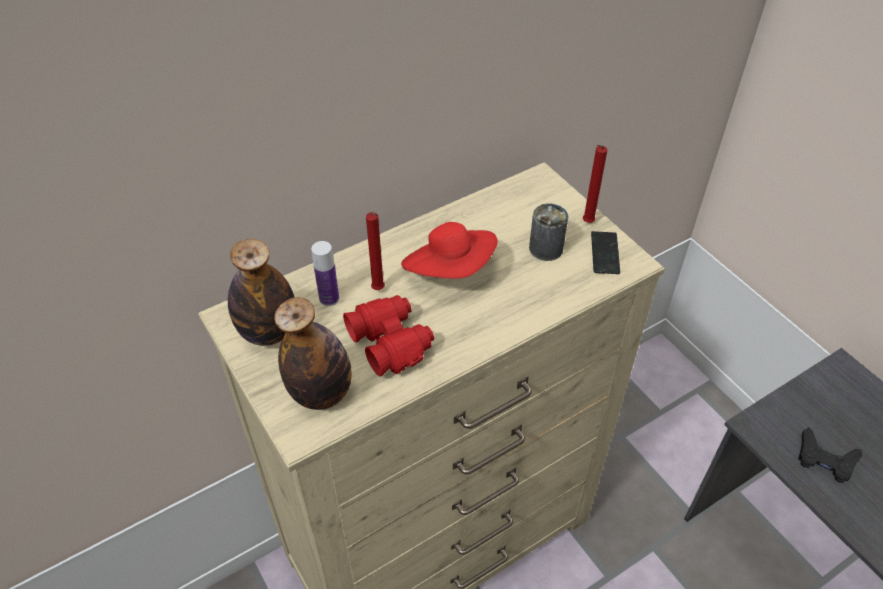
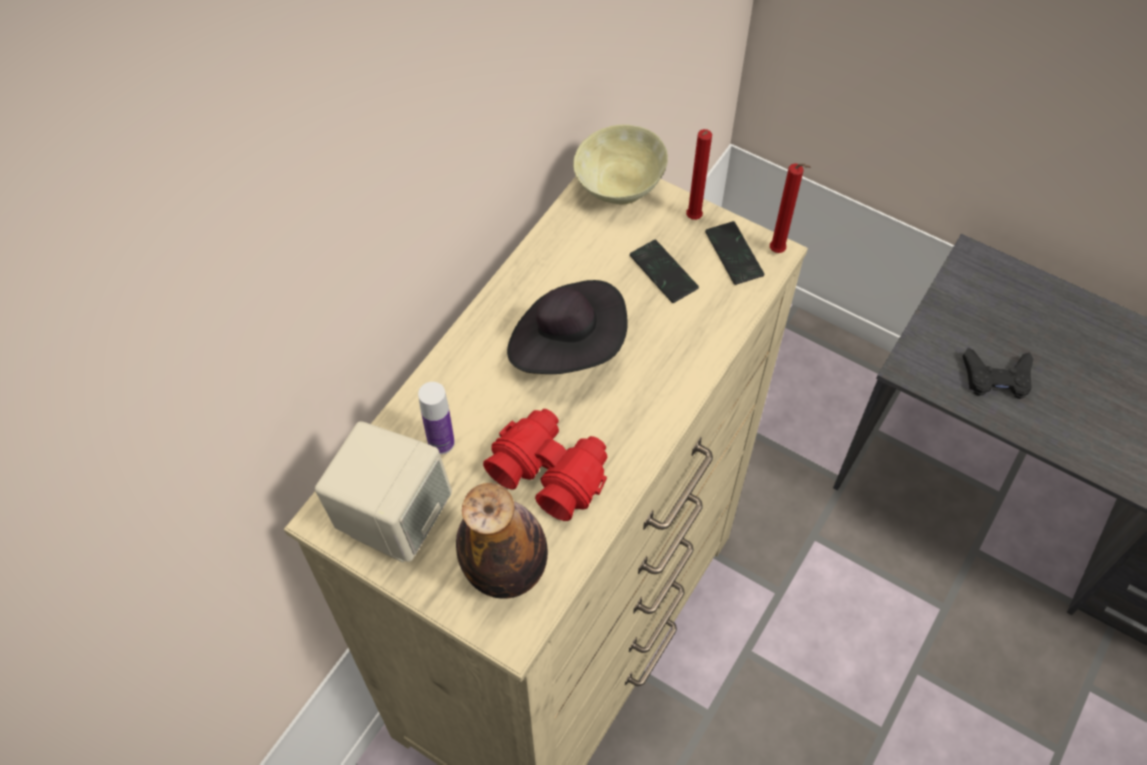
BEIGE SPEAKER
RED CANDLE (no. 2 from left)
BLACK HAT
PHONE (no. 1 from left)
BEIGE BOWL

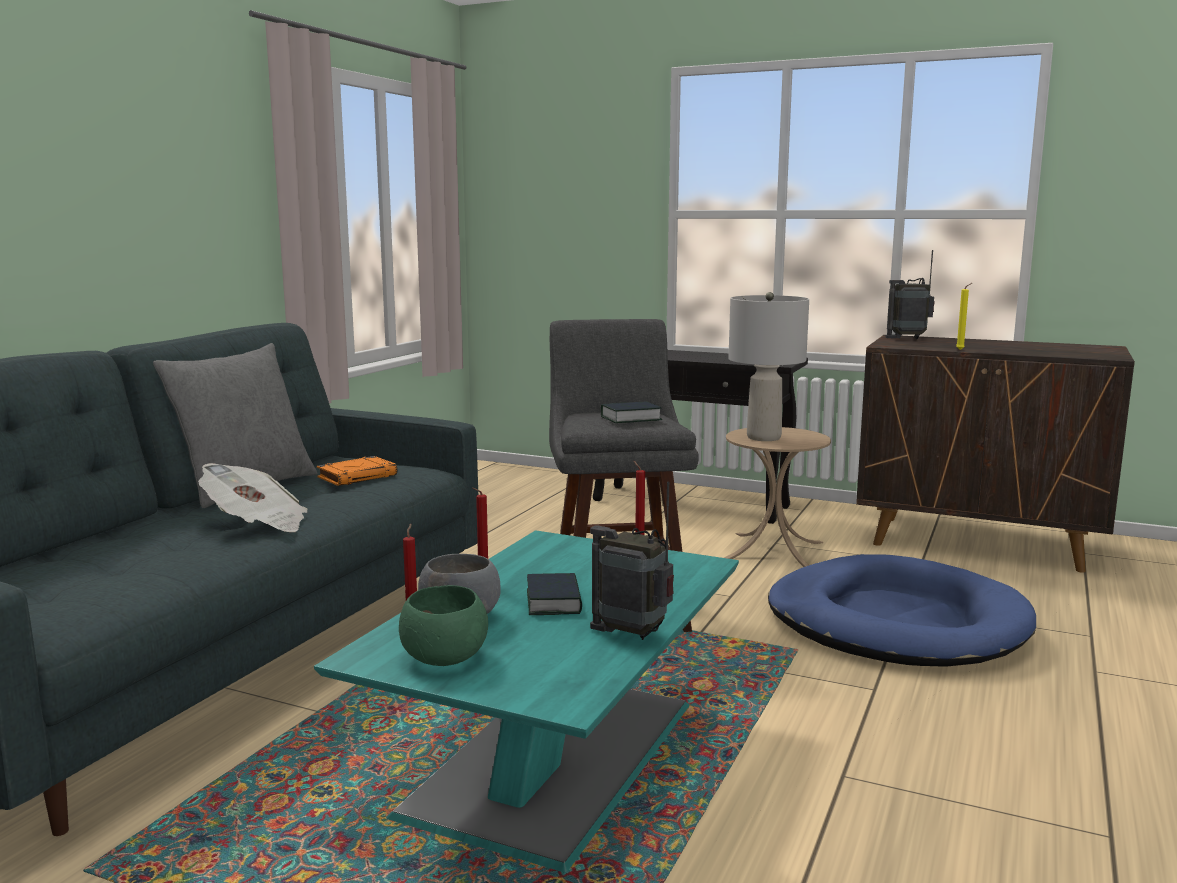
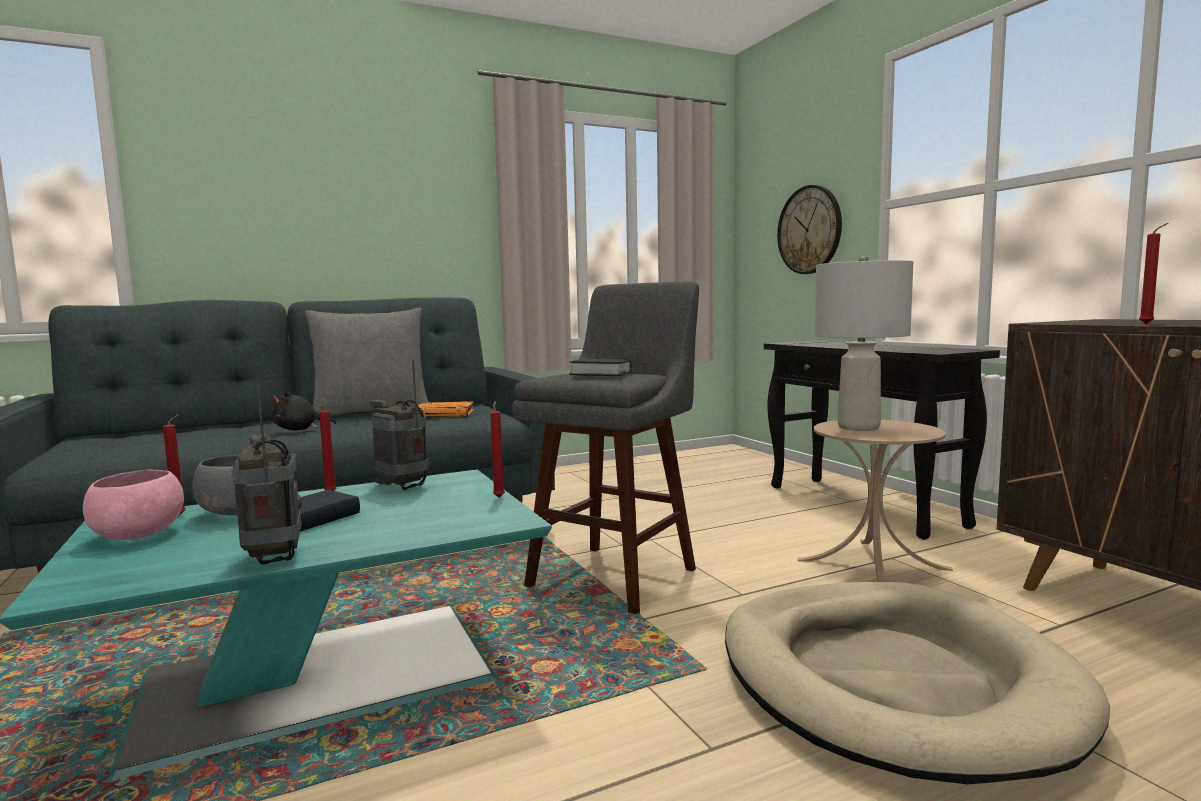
BLACK PLUSH TOY
PINK BOWL
BEIGE DOG BED
RADIO (no. 2 from left)
RED CANDLE (no. 4 from left)
WALL CLOCK

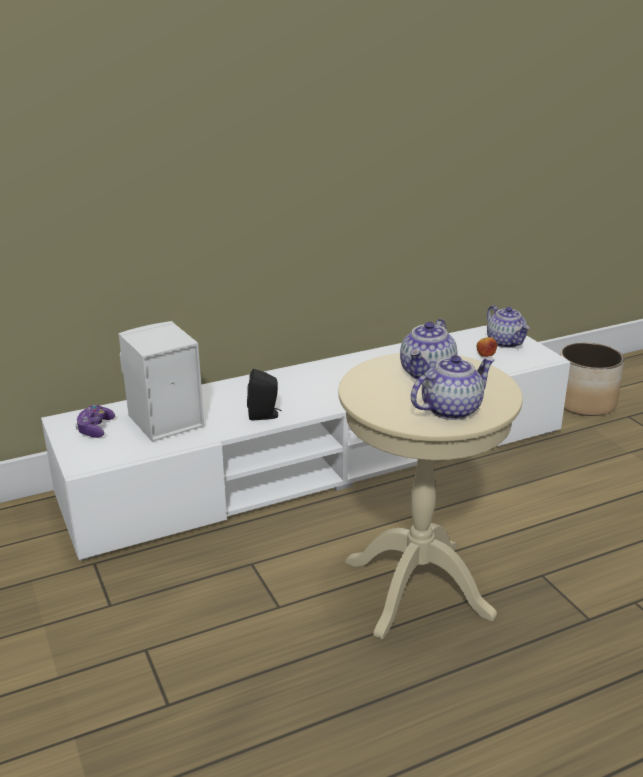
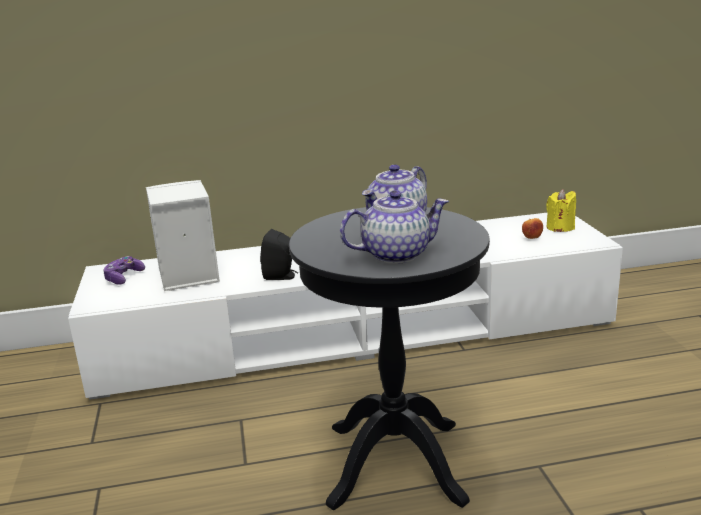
BLACK SIDE TABLE
YELLOW CANDLE
PLANTER

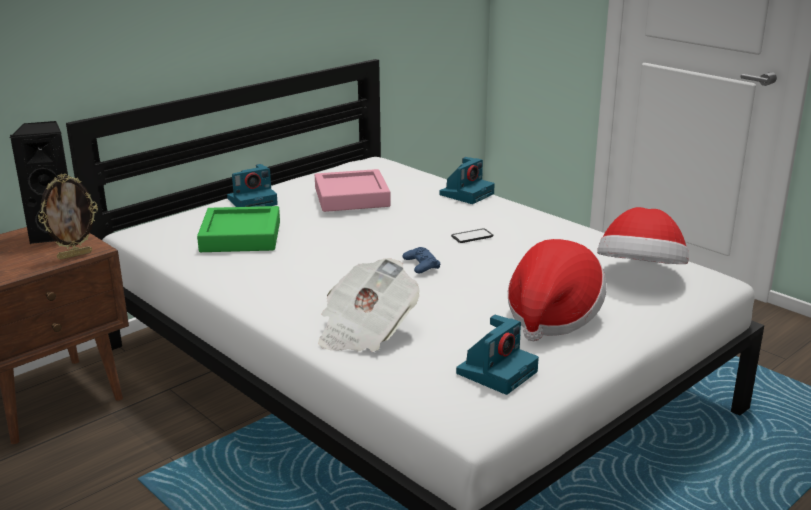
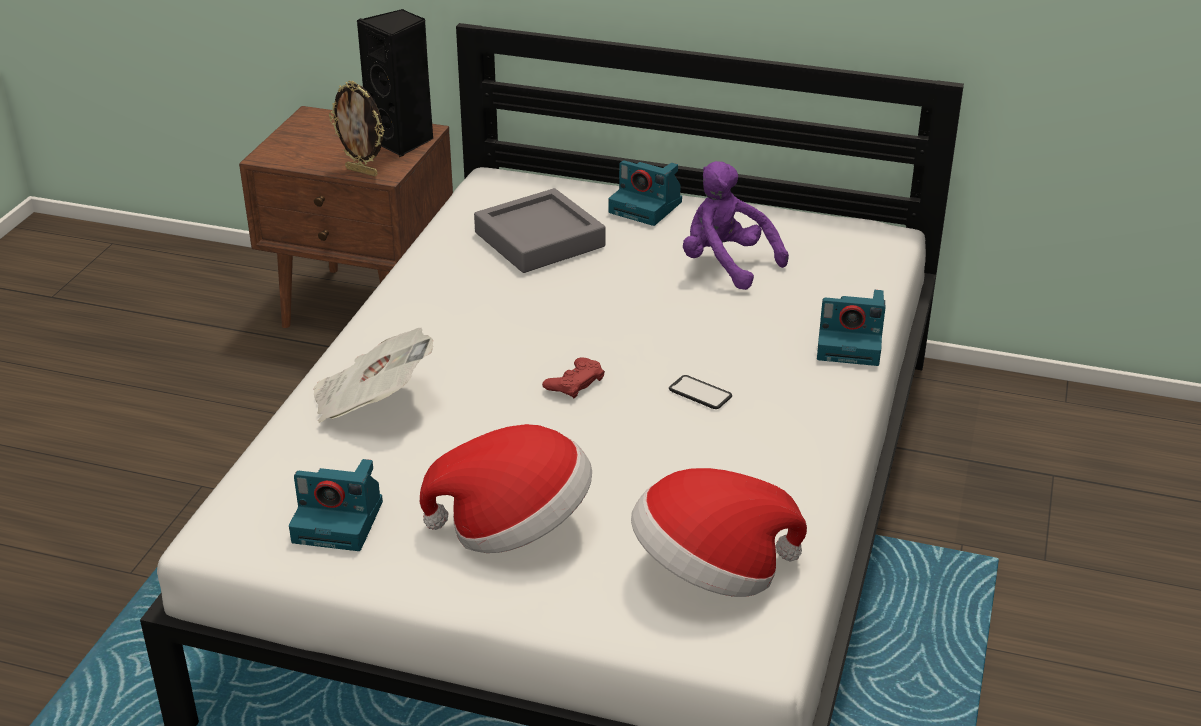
GREY TRAY
PURPLE PLUSH TOY
RED GAME CONTROLLER

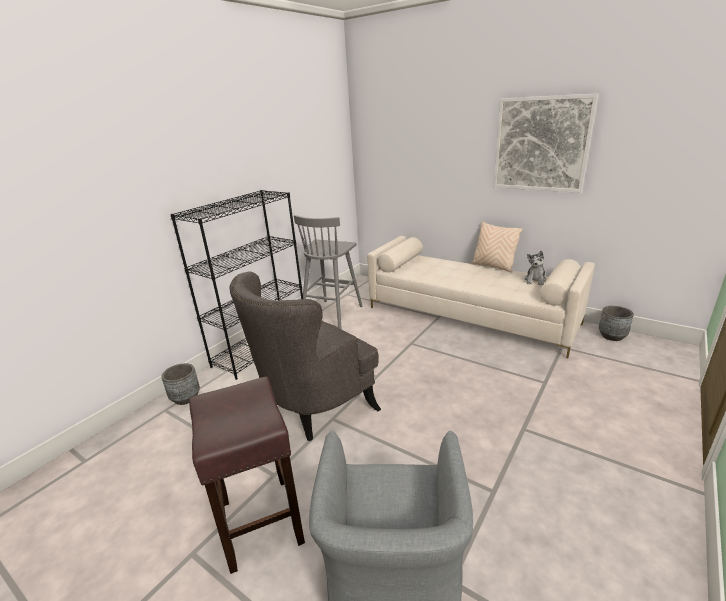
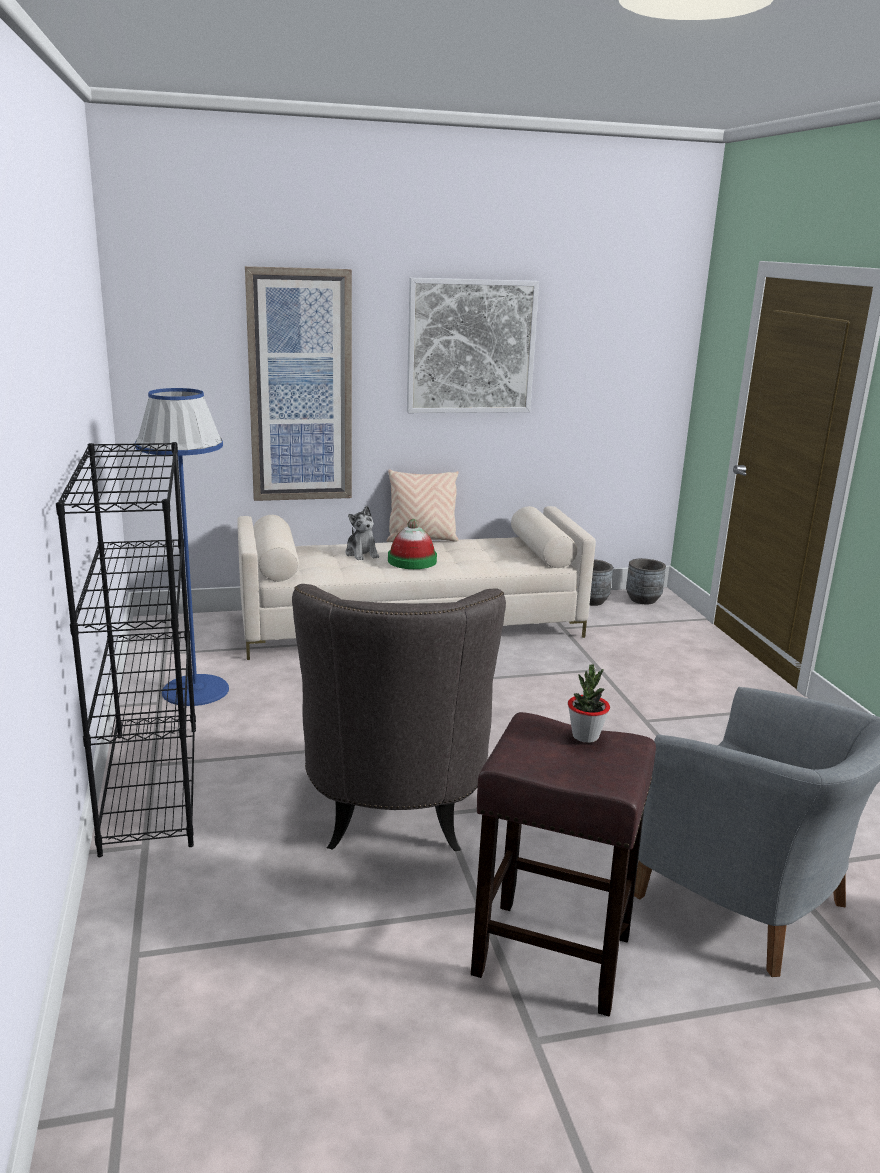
GREY PLANTER (no. 2 from left)
BLUE FLOOR LAMP
PLUSH TOY
PICTURE (no. 1 from left)
HAT
POTTED PLANT

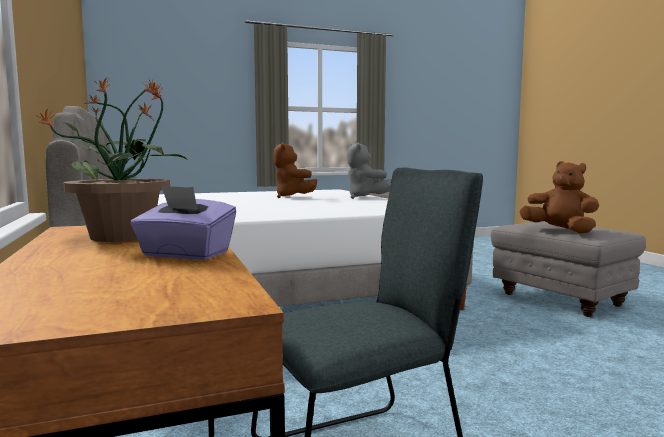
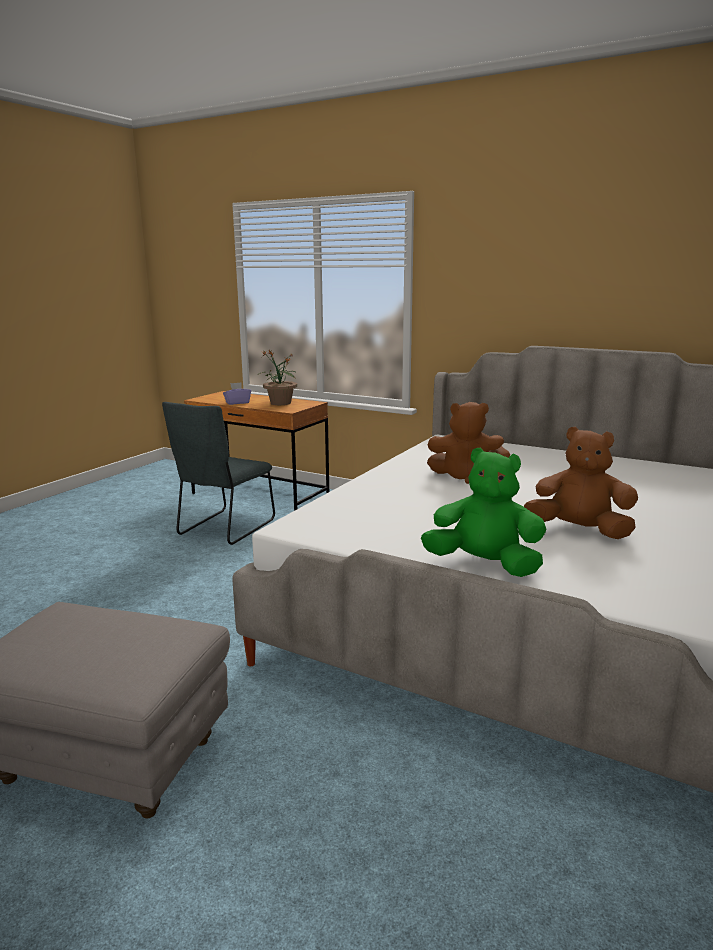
GREEN PLUSH TOY
BROWN PLUSH TOY (no. 1 from left)

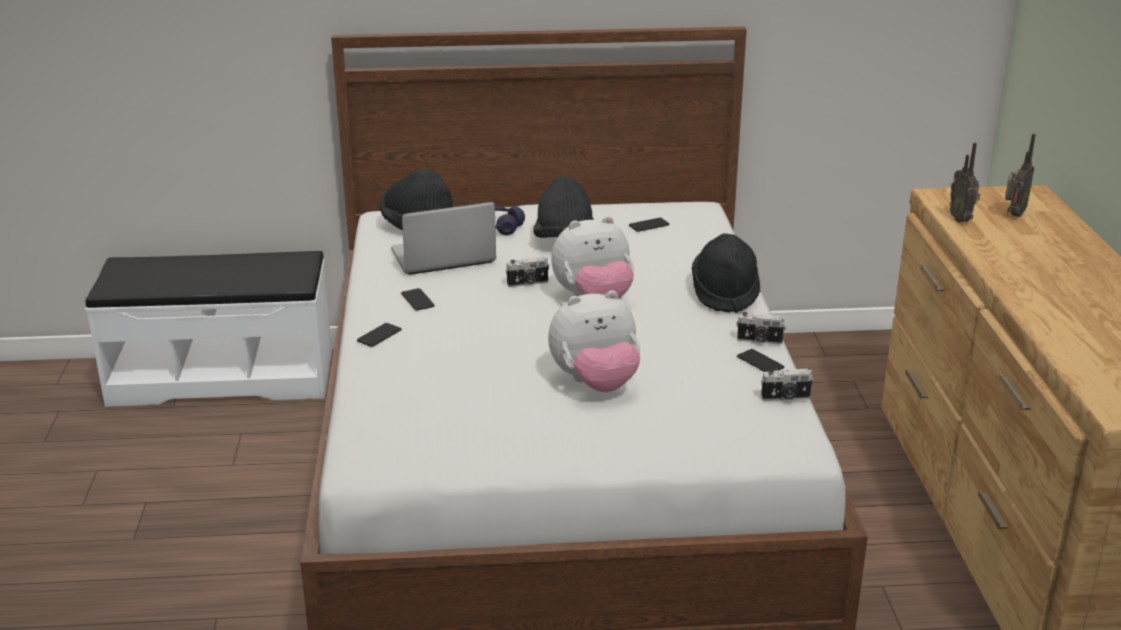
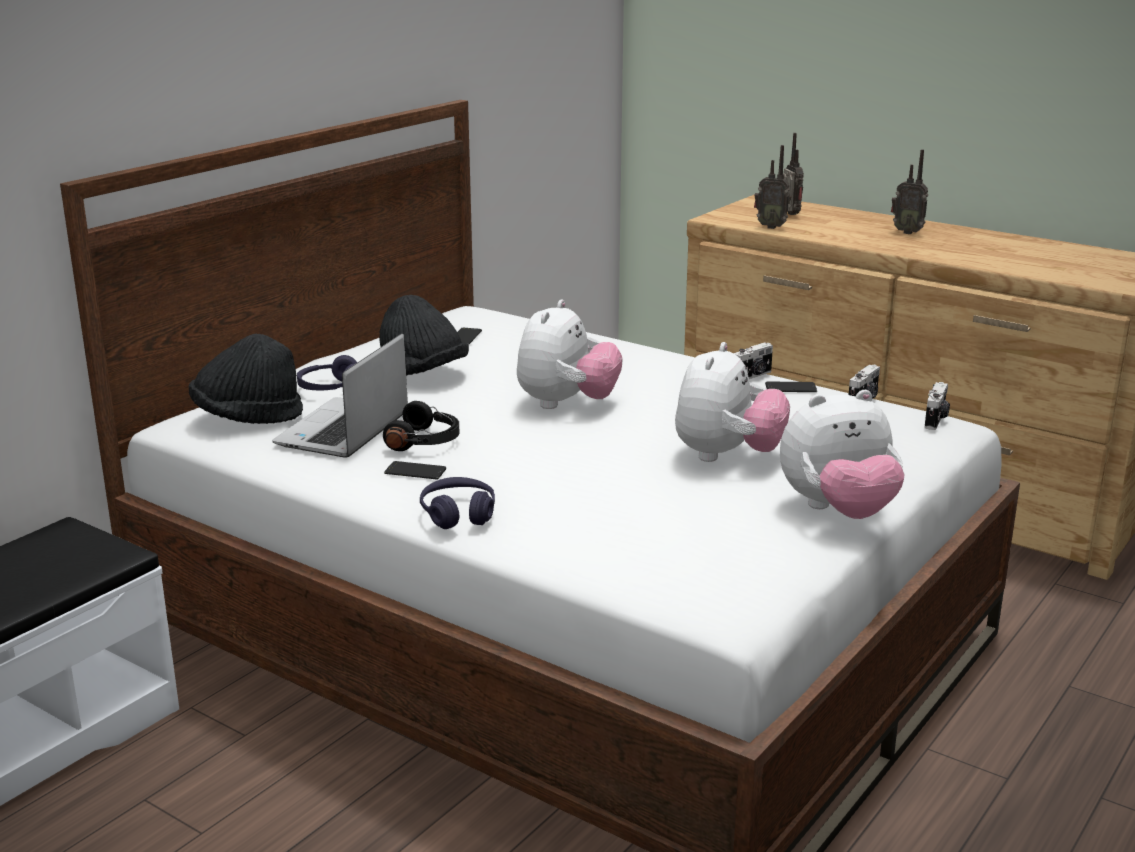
PURPLE HEADPHONES (no. 2 from left)
PHOTO CAMERA (no. 3 from left)
BLACK HAT (no. 3 from left in the first image)
BLACK HEADPHONES
PLUSH TOY (no. 3 from left)
RADIO (no. 3 from left)

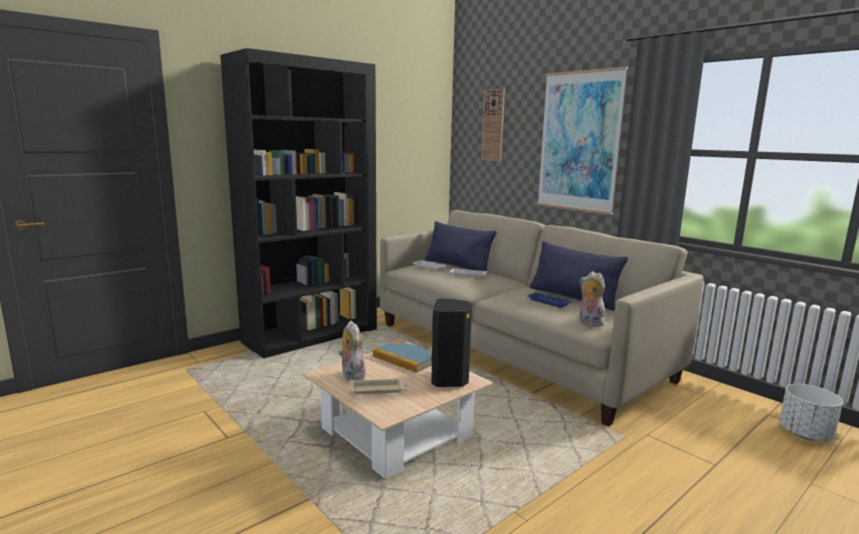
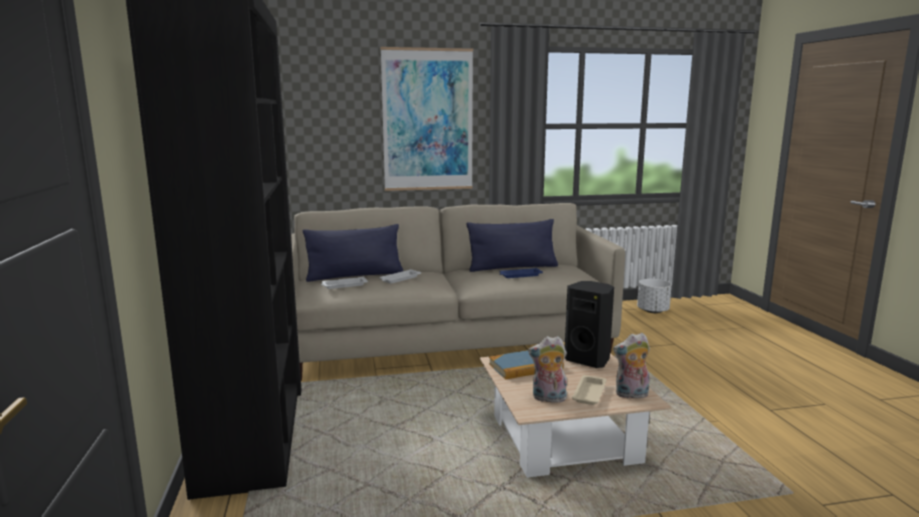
WALL CLOCK
PLUSH TOY (no. 2 from left)

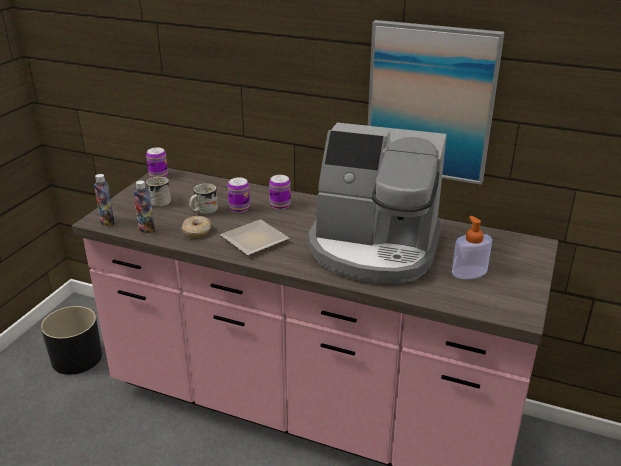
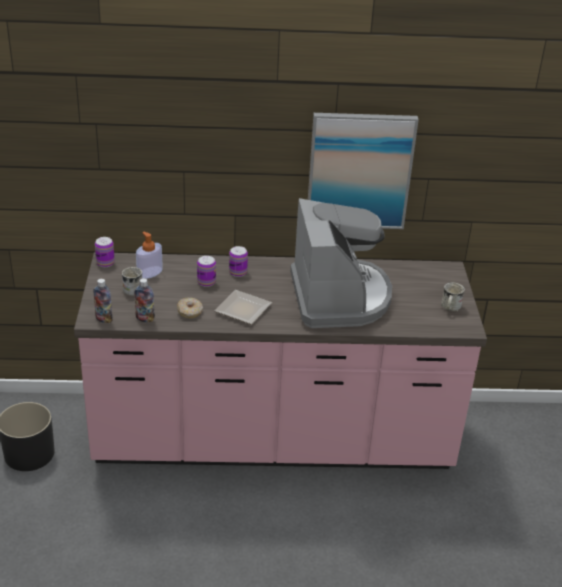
WHITE MUG (no. 2 from left)
COFFEE MACHINE
SOAP DISPENSER

